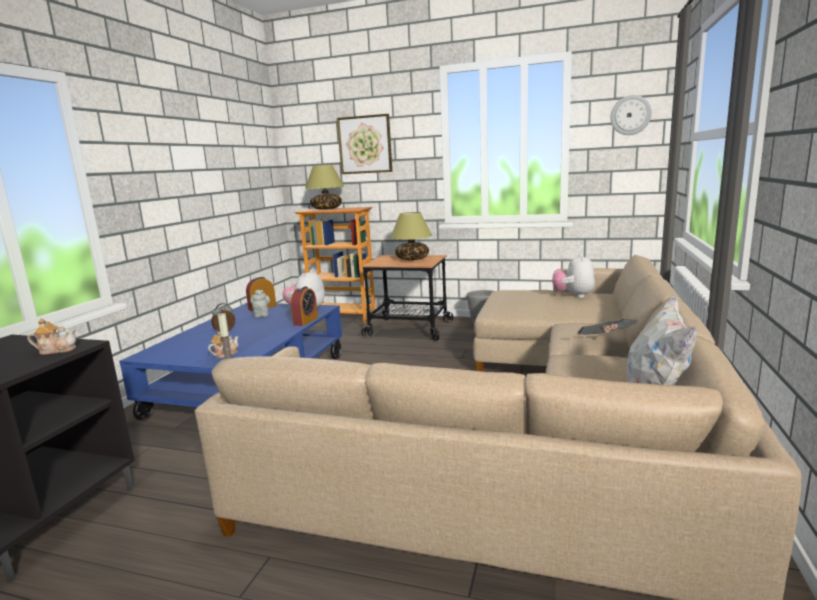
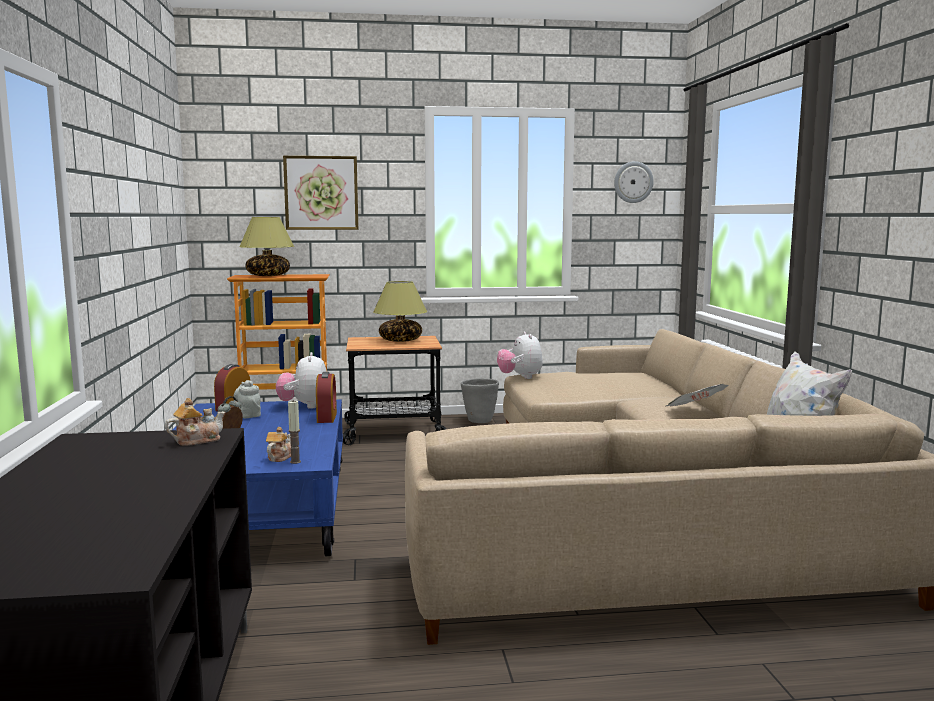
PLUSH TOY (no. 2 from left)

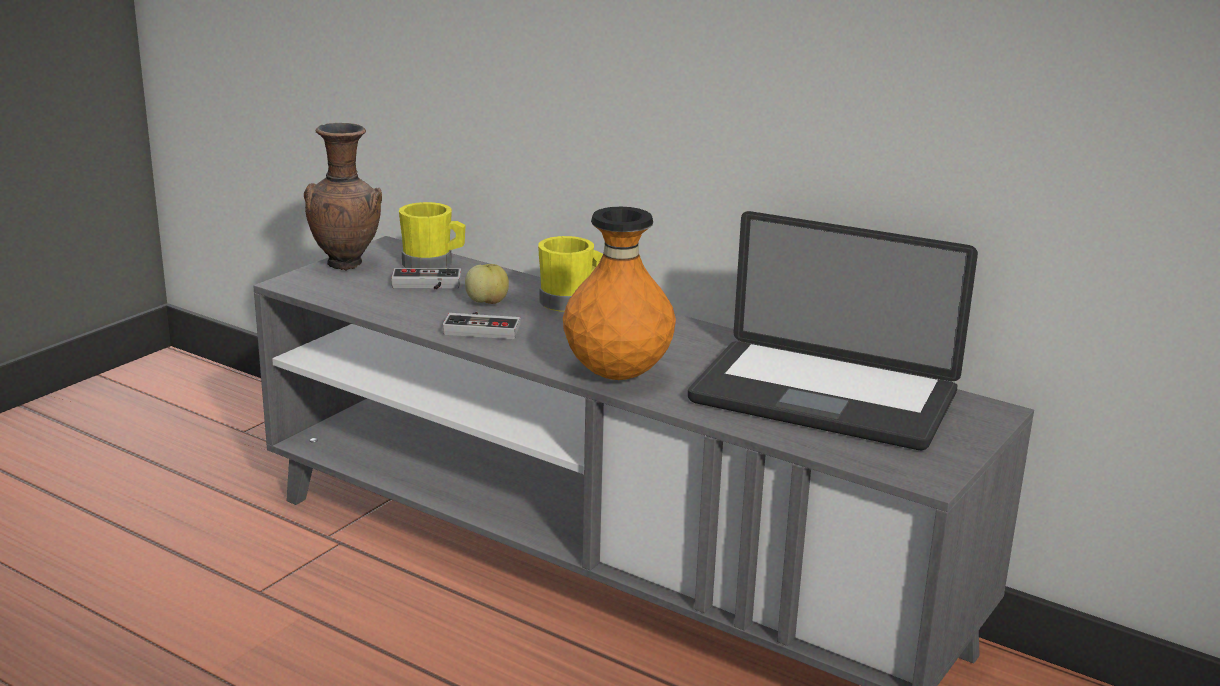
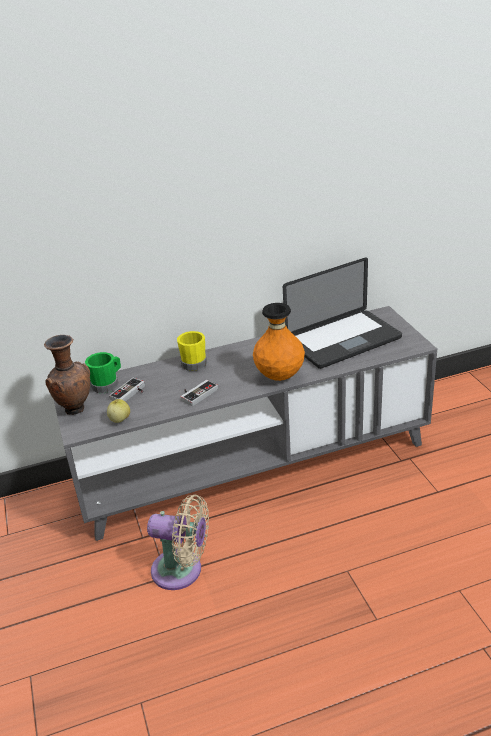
GREEN MUG
APPLE
BEIGE FAN

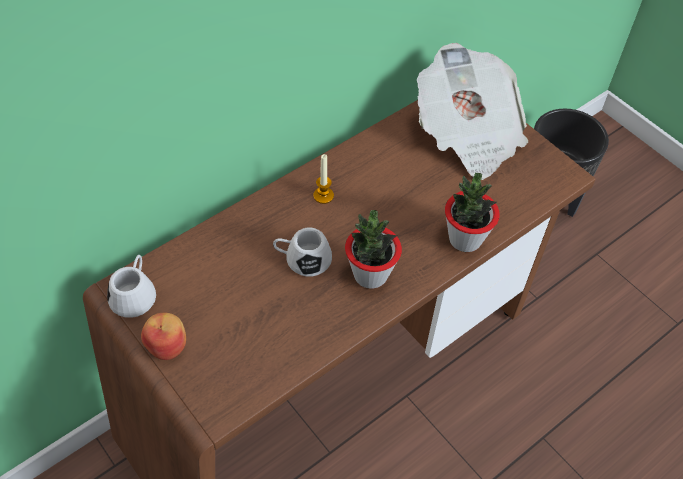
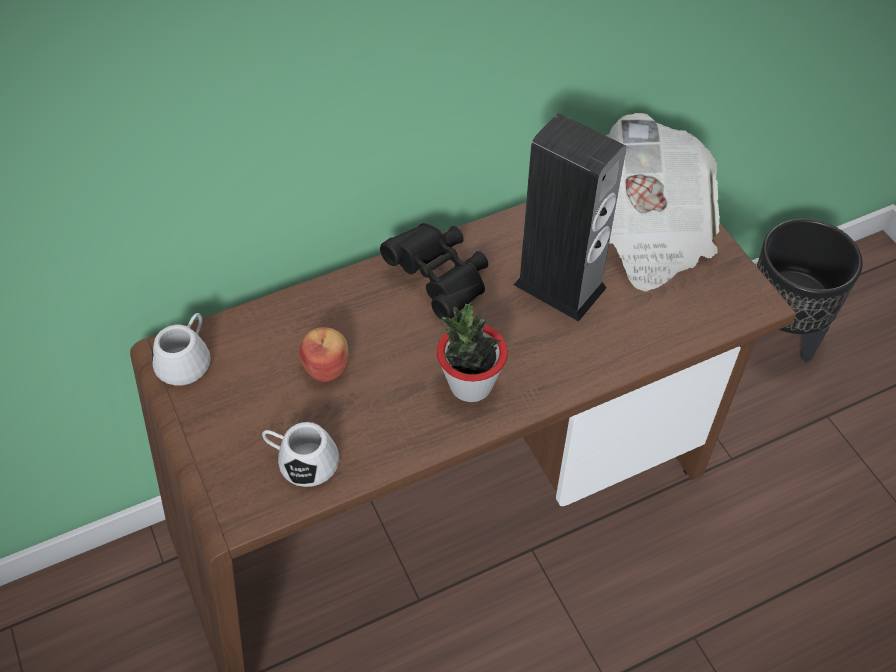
APPLE
WHITE MUG (no. 2 from left)
BLACK BINOCULARS
POTTED PLANT (no. 2 from left in the first image)
SPEAKER

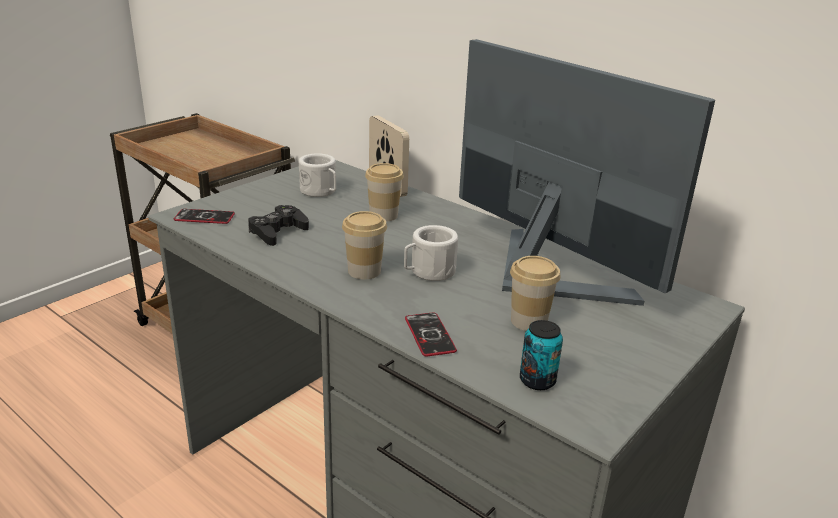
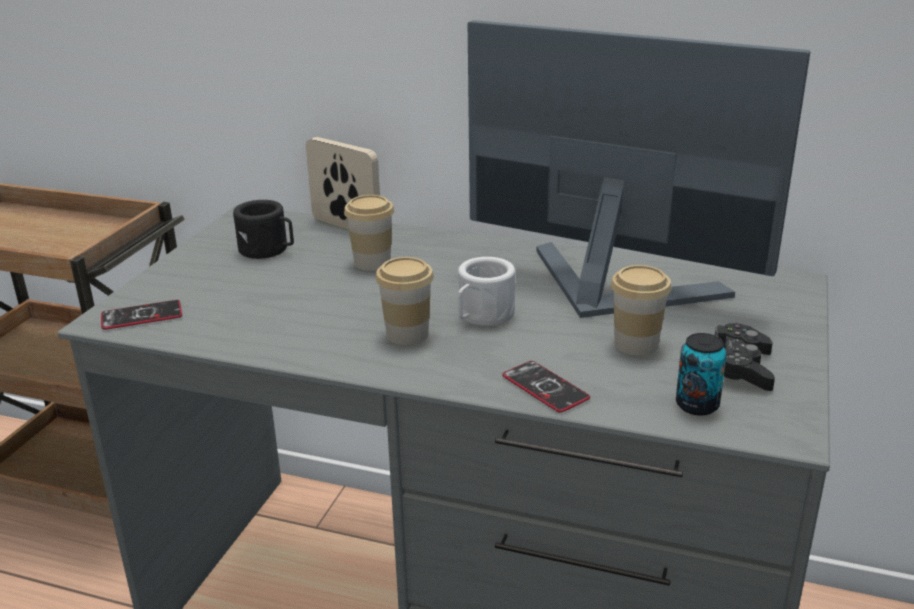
BLACK GAME CONTROLLER
BLACK MUG

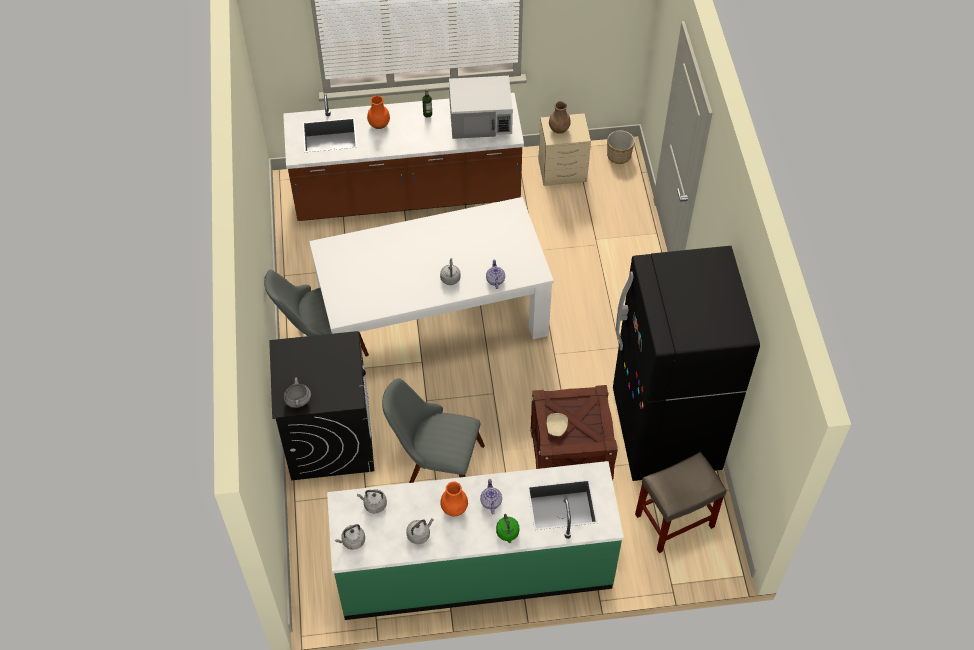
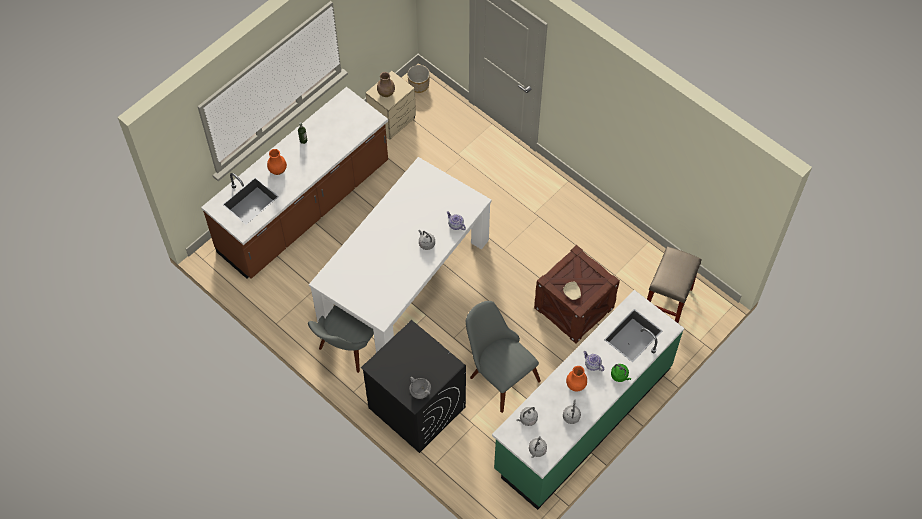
GREY CHAIR (no. 2 from left)
WHITE MICROWAVE
BLACK FRIDGE

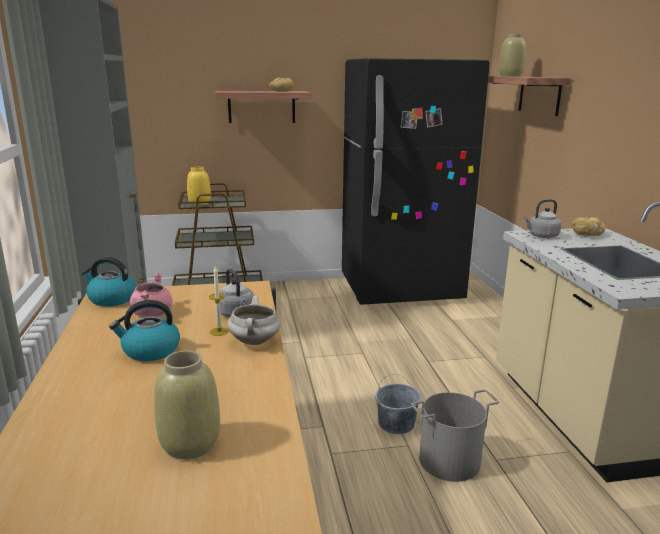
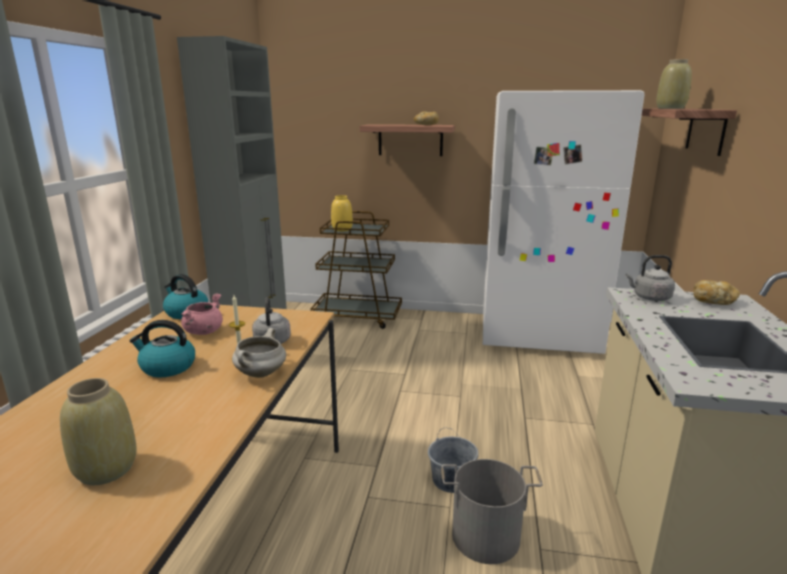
WHITE FRIDGE

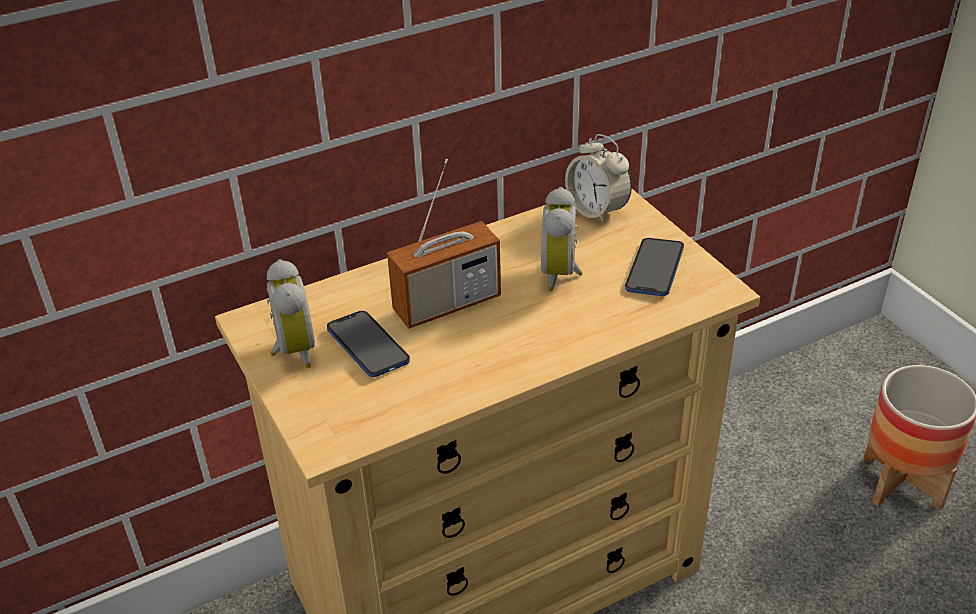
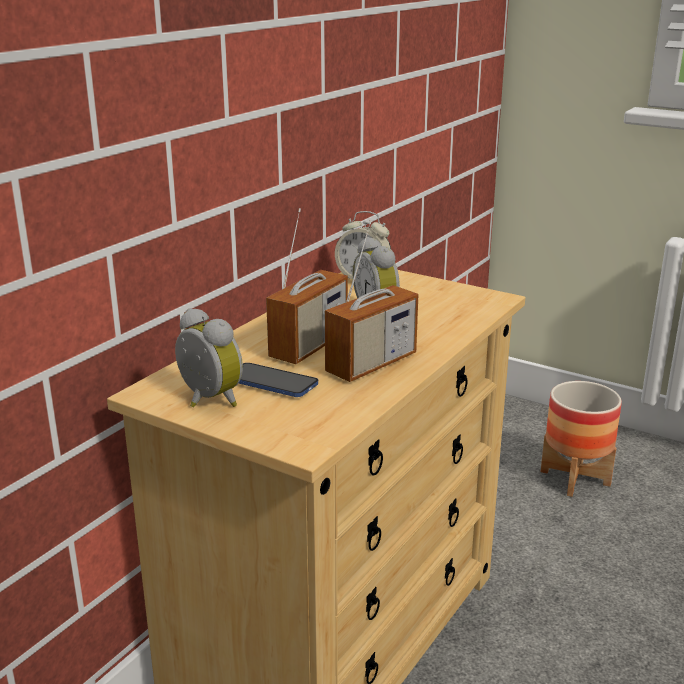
PHONE (no. 2 from left in the first image)
RADIO (no. 2 from left)

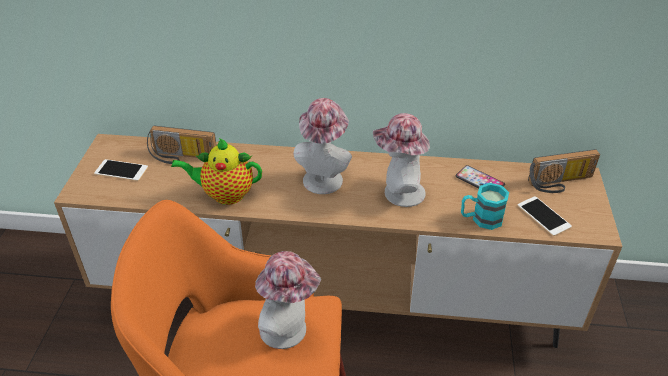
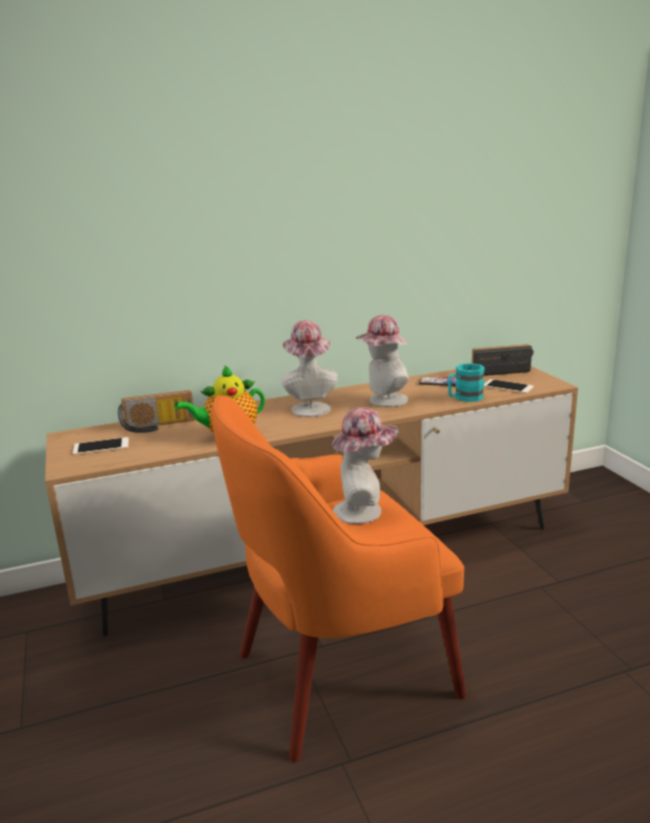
RADIO (no. 2 from left)

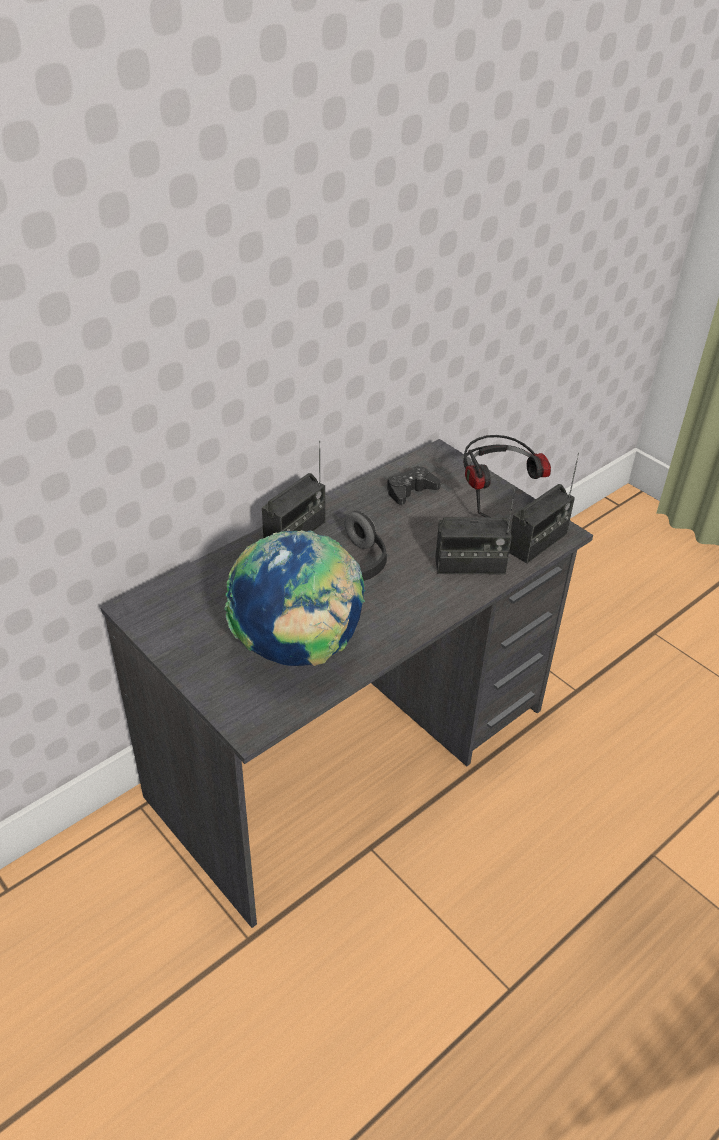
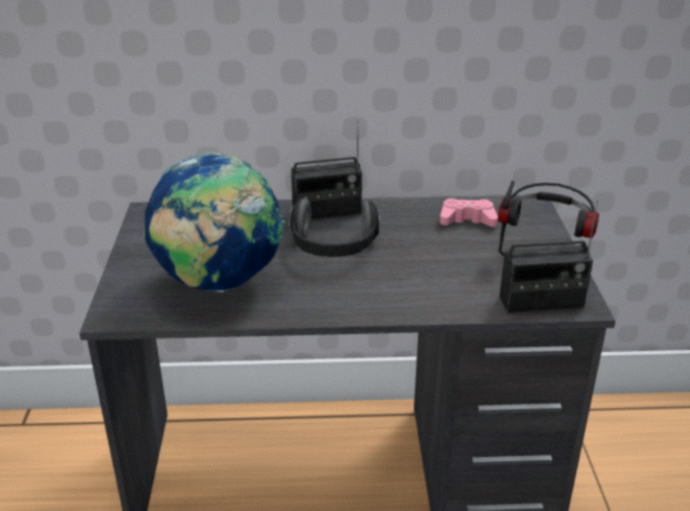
PINK GAME CONTROLLER
RADIO (no. 2 from left in the first image)

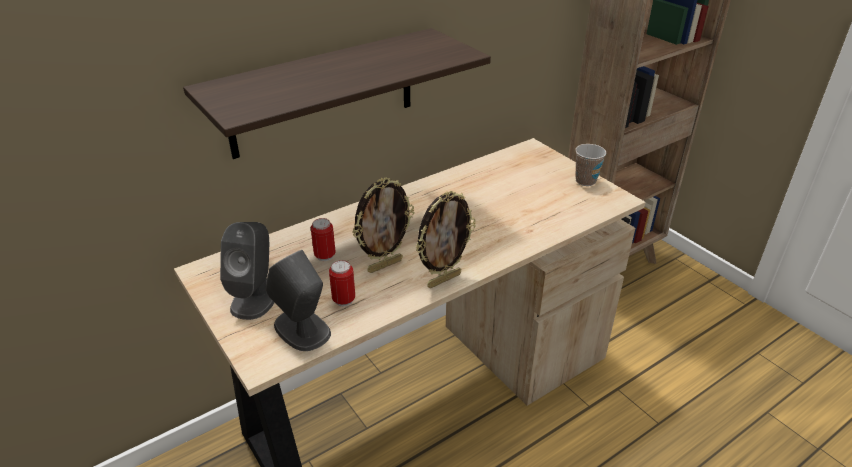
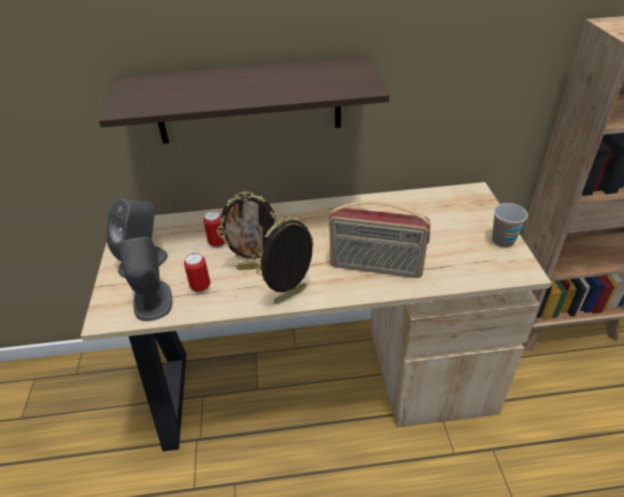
PICTURE FRAME (no. 2 from left)
RADIO

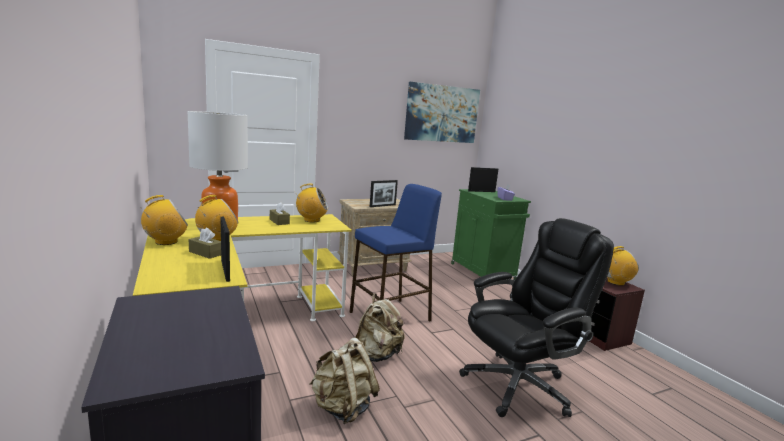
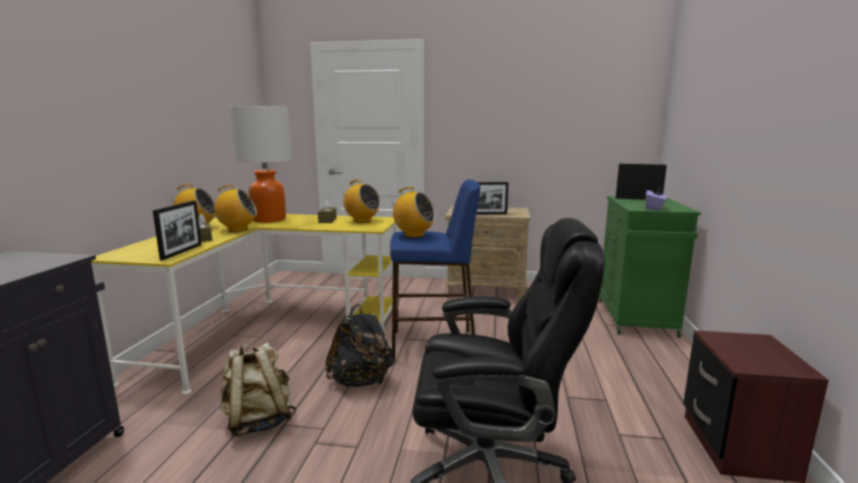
BLACK BACKPACK
PICTURE
RADIO (no. 4 from left)

